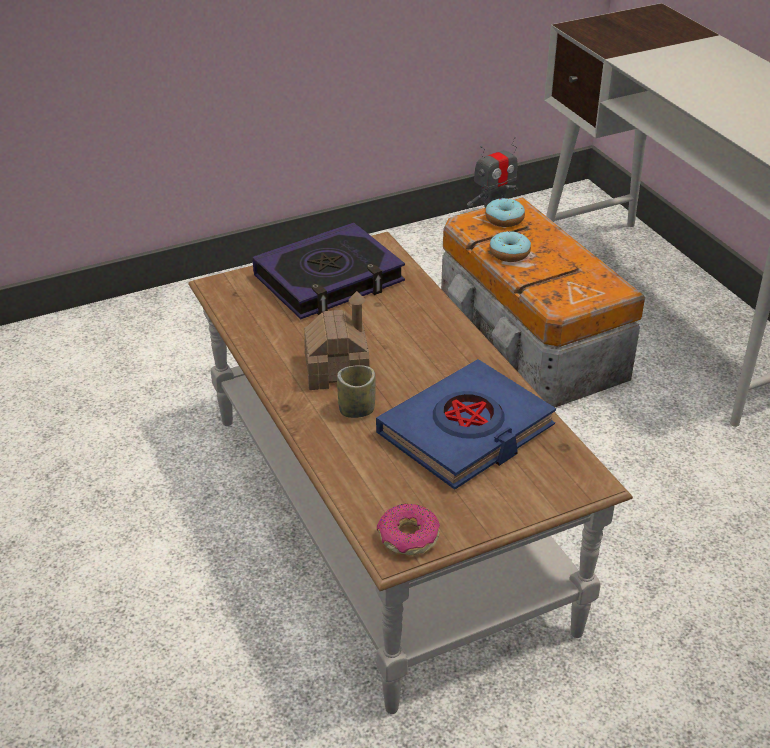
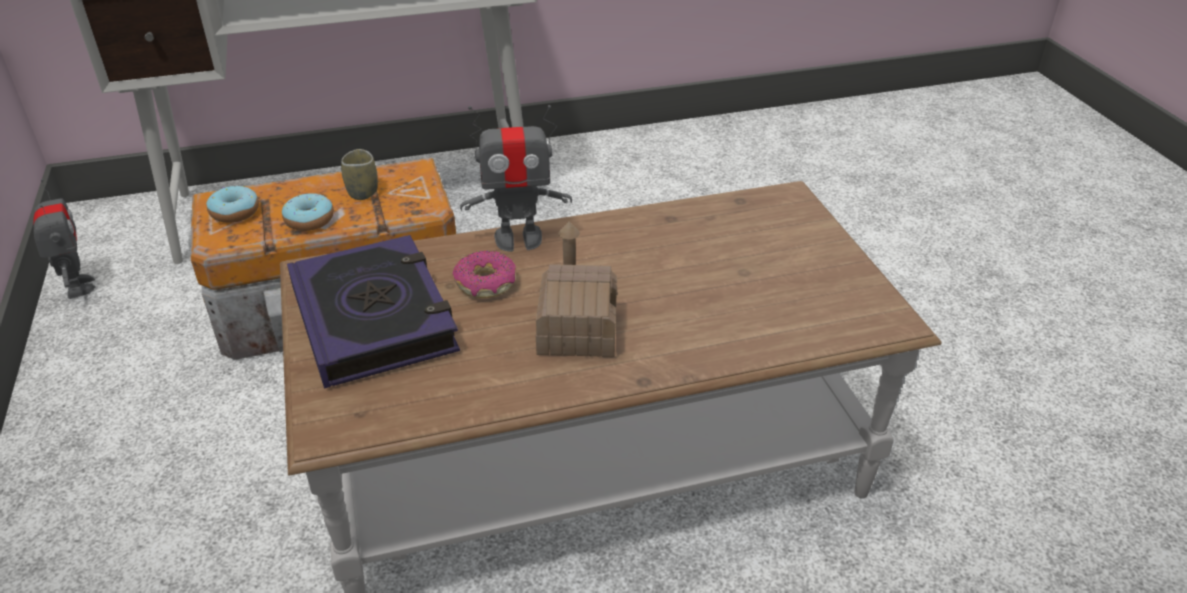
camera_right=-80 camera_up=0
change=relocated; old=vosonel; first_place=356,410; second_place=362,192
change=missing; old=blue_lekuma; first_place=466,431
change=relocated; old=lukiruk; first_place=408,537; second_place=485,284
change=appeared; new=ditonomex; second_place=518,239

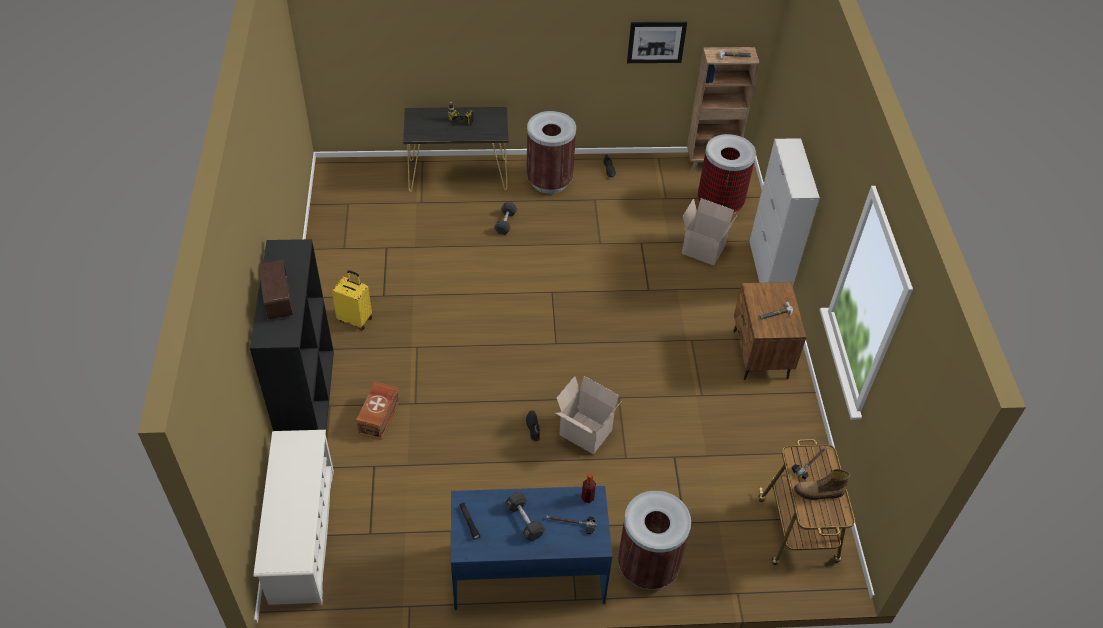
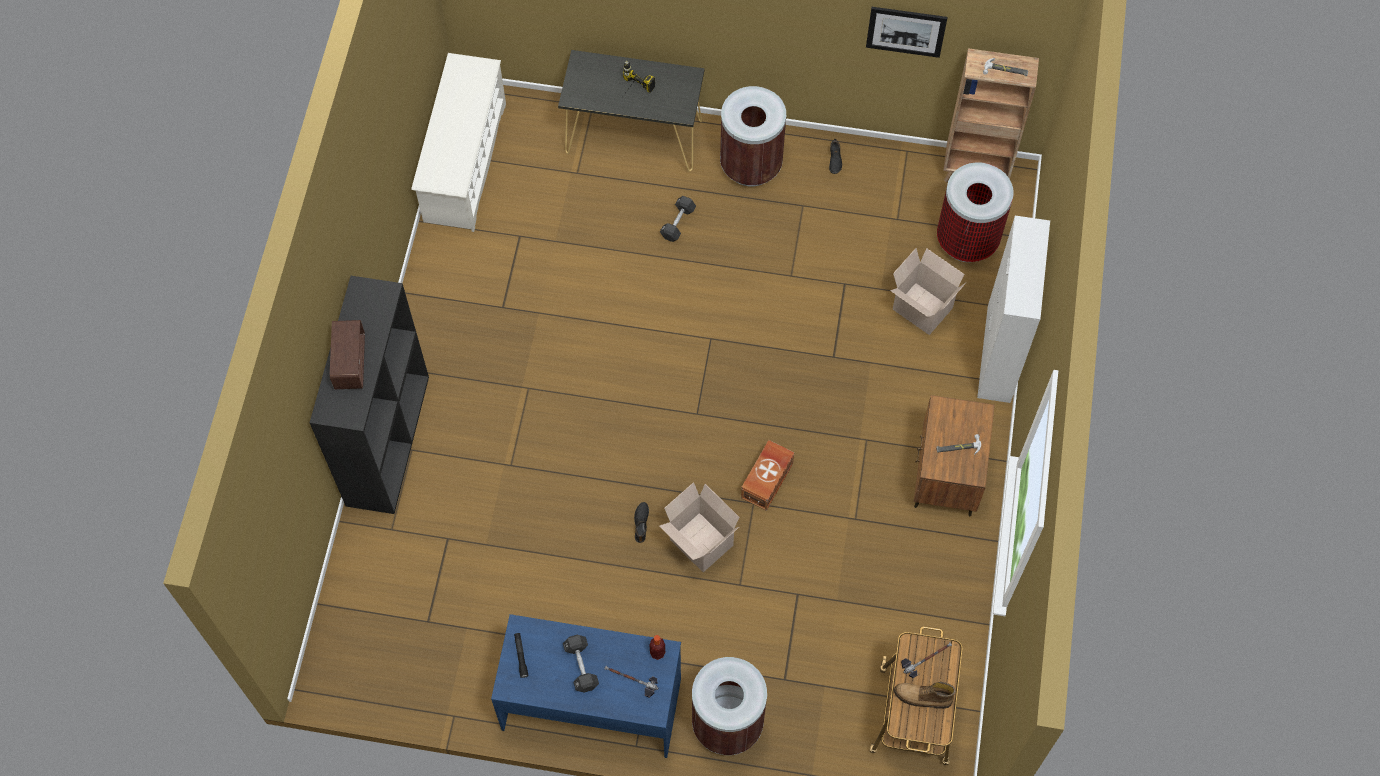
camera_right=15 camera_up=15
change=relocated; old=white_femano; first_place=302,535; second_place=464,163
change=missing; old=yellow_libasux; first_place=355,319
change=relocated; old=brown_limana; first_place=380,417; second_place=768,480

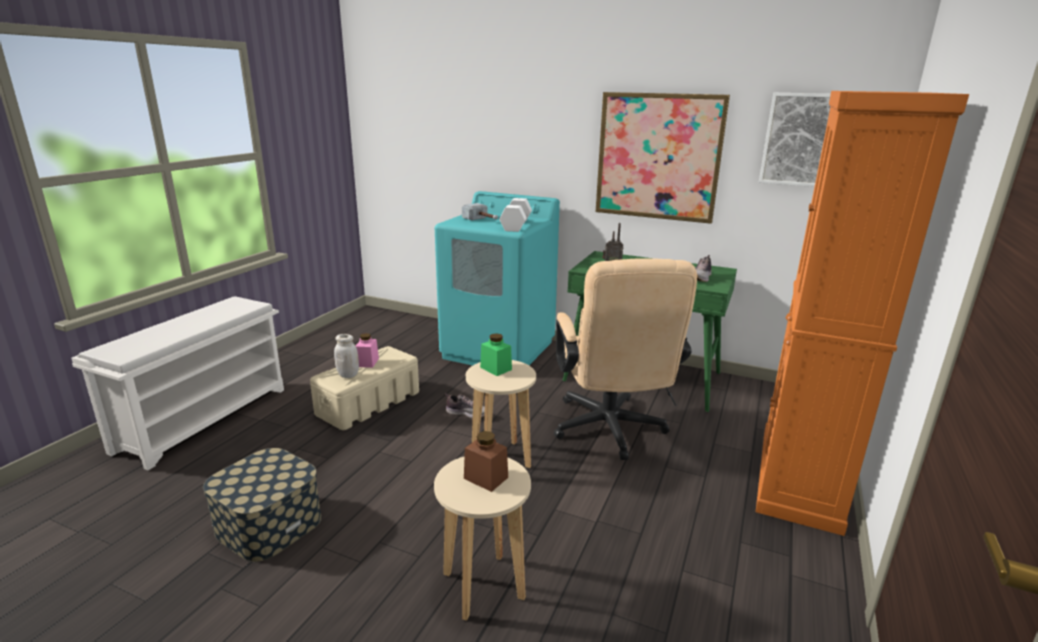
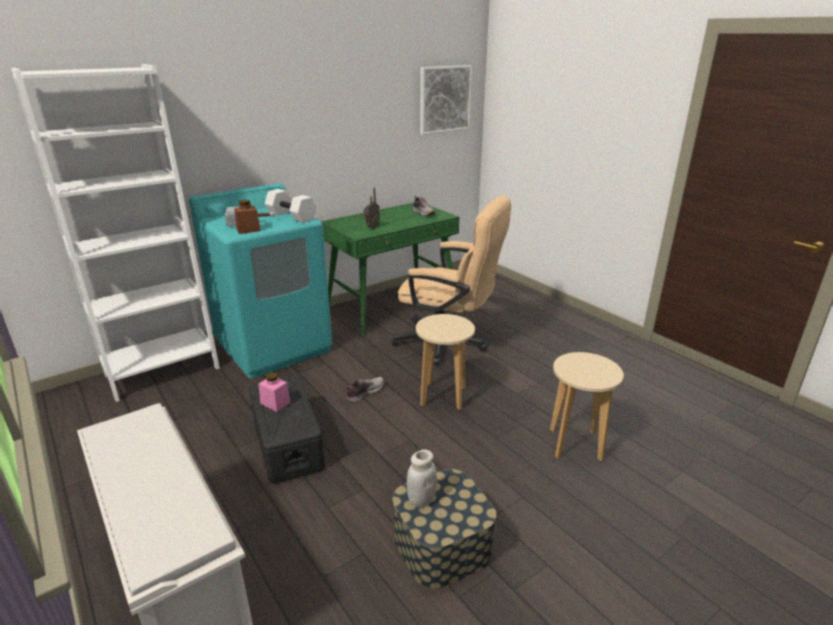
camera_right=-60 camera_up=5
change=colour; old=beige_limana; new=black_limana; first_place=368,404; second_place=287,443
change=relocated; old=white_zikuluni; first_place=348,375; second_place=421,499
change=relocated; old=brown_zikuluni; first_place=486,478; second_place=248,230
change=missing; old=green_zikuluni; first_place=496,368
change=missing; old=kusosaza; first_place=658,157
change=missing; old=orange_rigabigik; first_place=799,478
change=appeared; new=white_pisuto; second_place=162,371

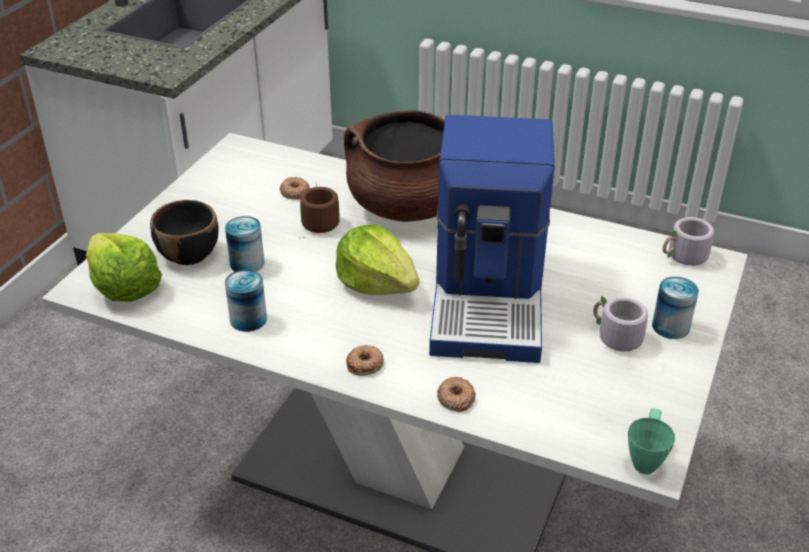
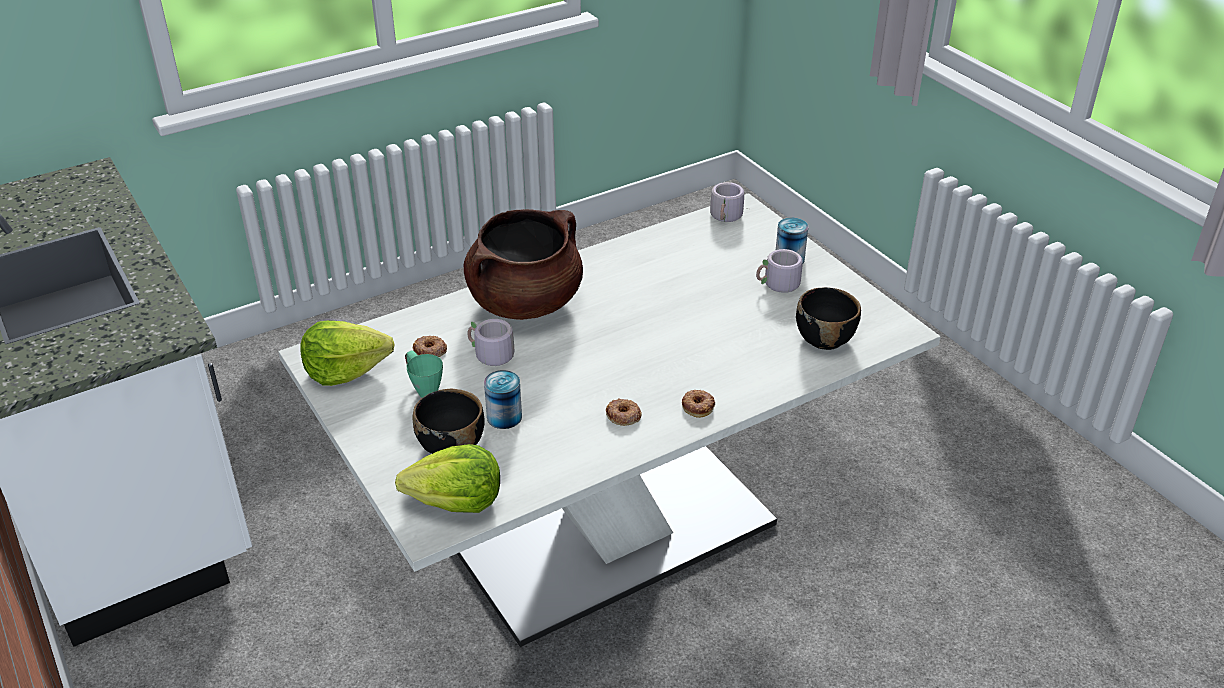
camera_right=-55 camera_up=0
change=missing; old=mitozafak; first_place=248,319
change=colour; old=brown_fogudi; new=grey_fogudi; first_place=317,221; second_place=489,356
change=relocated; old=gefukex; first_place=377,283; second_place=345,369
change=missing; old=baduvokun; first_place=490,297
change=relocated; old=lukiruk; first_place=455,398; second_place=623,415
change=relocated; old=green_fogudi; first_place=646,457; second_place=423,388
change=appeared; new=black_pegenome; second_place=825,338

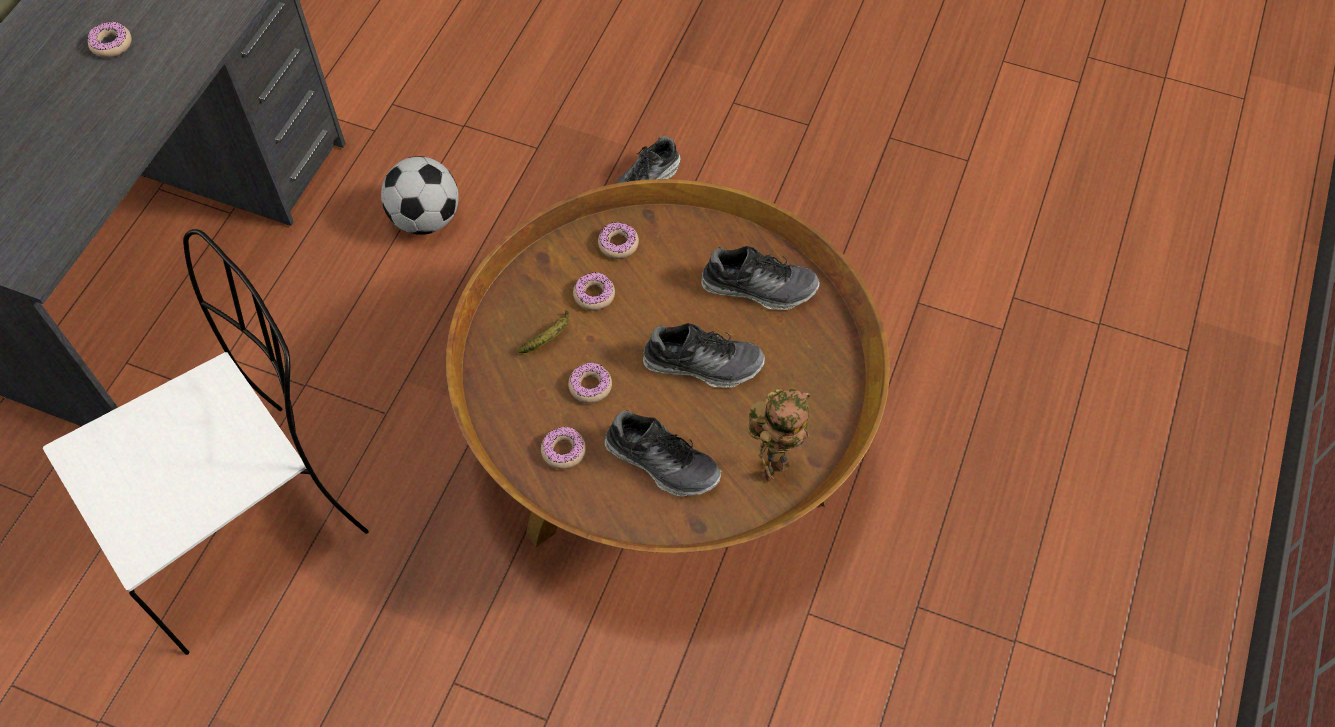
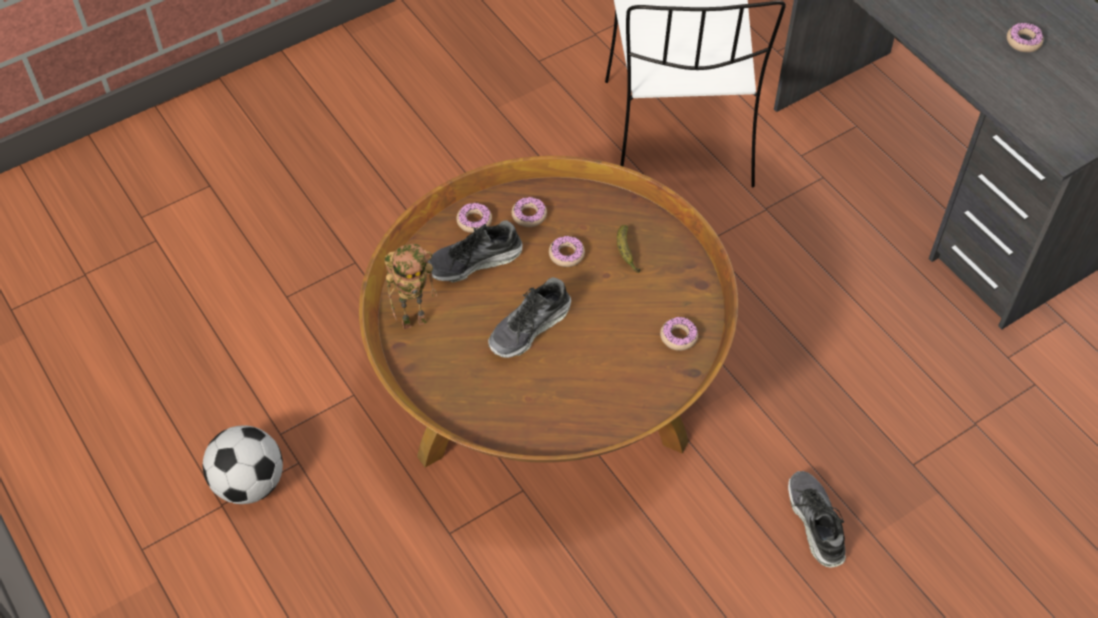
camera_right=125 camera_up=-5
change=relocated; old=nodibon; first_place=425,218; second_place=250,483
change=relocated; old=lukiruk; first_place=594,295; second_place=474,221
change=missing; old=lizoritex; first_place=759,287
change=spun; old=ditonomex; first_place=774,467; second_place=415,320; degrees=-105

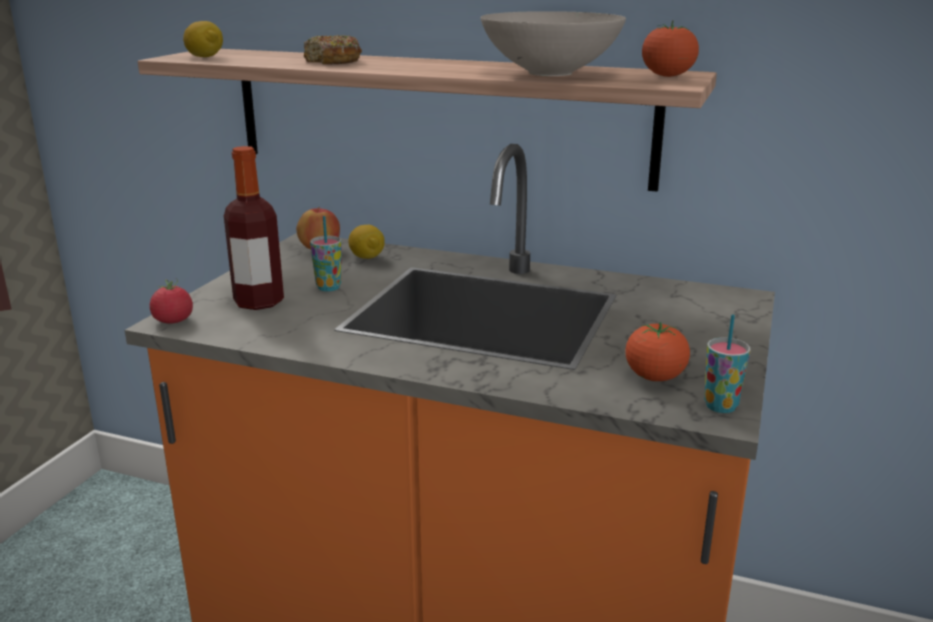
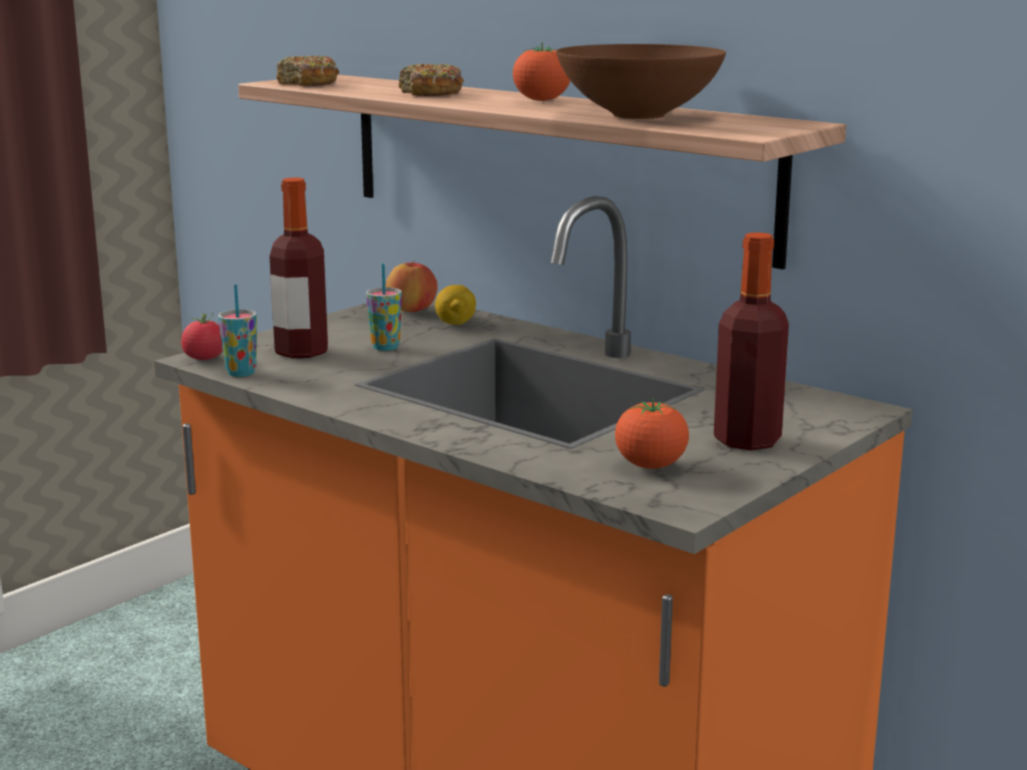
camera_right=20 camera_up=-5
change=exchanged; old=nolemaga; new=lukiruk; first_place=205,57; second_place=308,83
change=colour; old=white_pegenome; new=brown_pegenome; first_place=548,73; second_place=636,115
change=relocated; old=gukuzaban; first_place=667,76; second_place=541,101
change=relocated; old=vosonel; first_place=720,406; second_place=241,373
change=appeared; new=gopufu; second_place=747,440

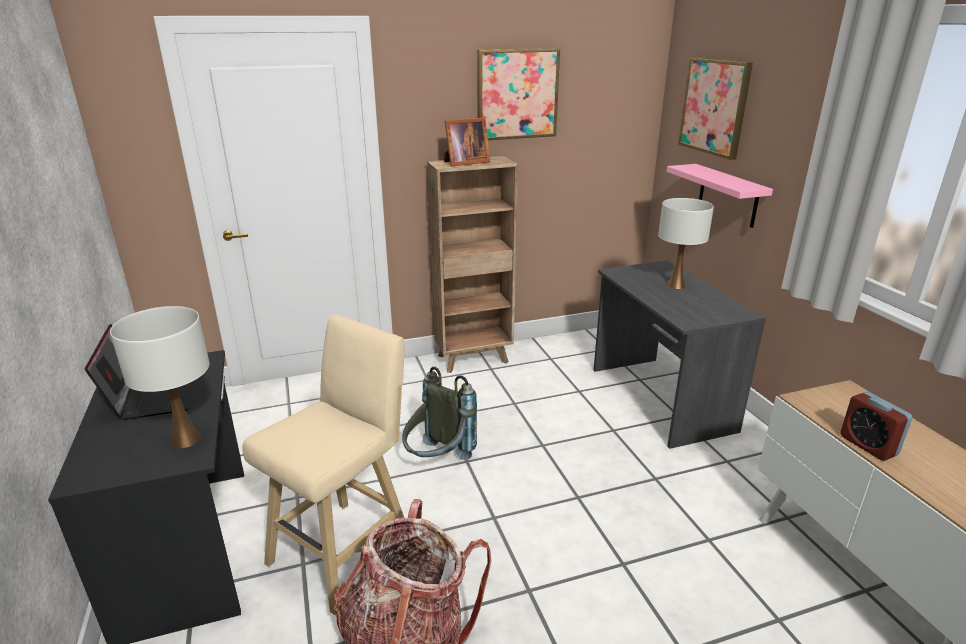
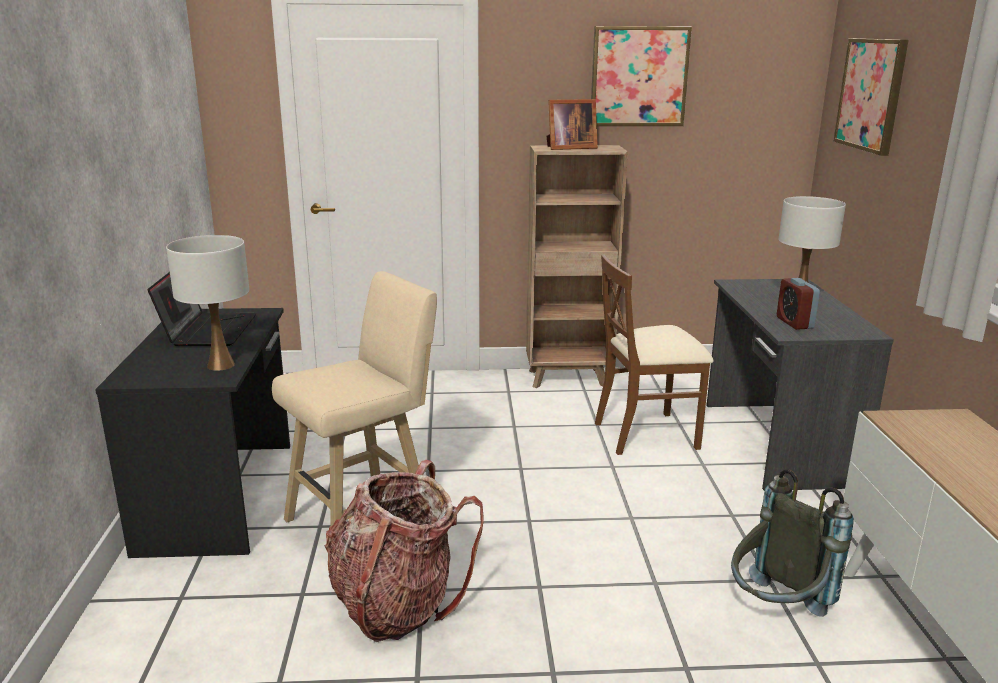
camera_right=15 camera_up=-5
change=relocated; old=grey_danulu; first_place=438,461; second_place=775,611
change=missing; old=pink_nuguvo; first_place=728,195
change=relocated; old=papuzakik; first_place=868,445; second_place=794,323
change=appeared; new=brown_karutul; second_place=646,434

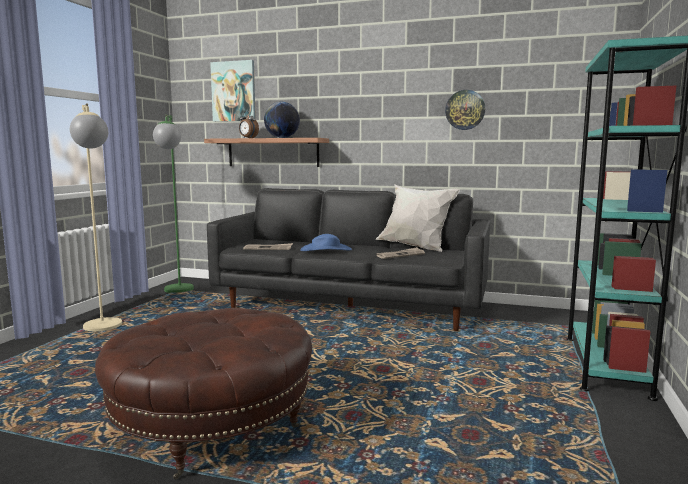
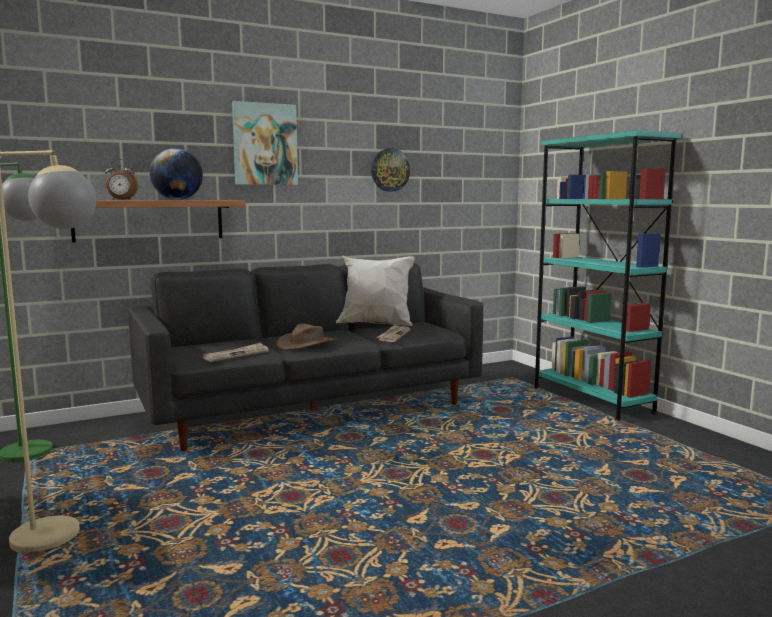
camera_right=-45 camera_up=0
change=missing; old=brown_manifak; first_place=212,425
change=relocated; old=kusosaza; first_place=234,91; second_place=265,144
change=colour; old=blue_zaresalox; new=brown_zaresalox; first_place=326,250; second_place=306,344

